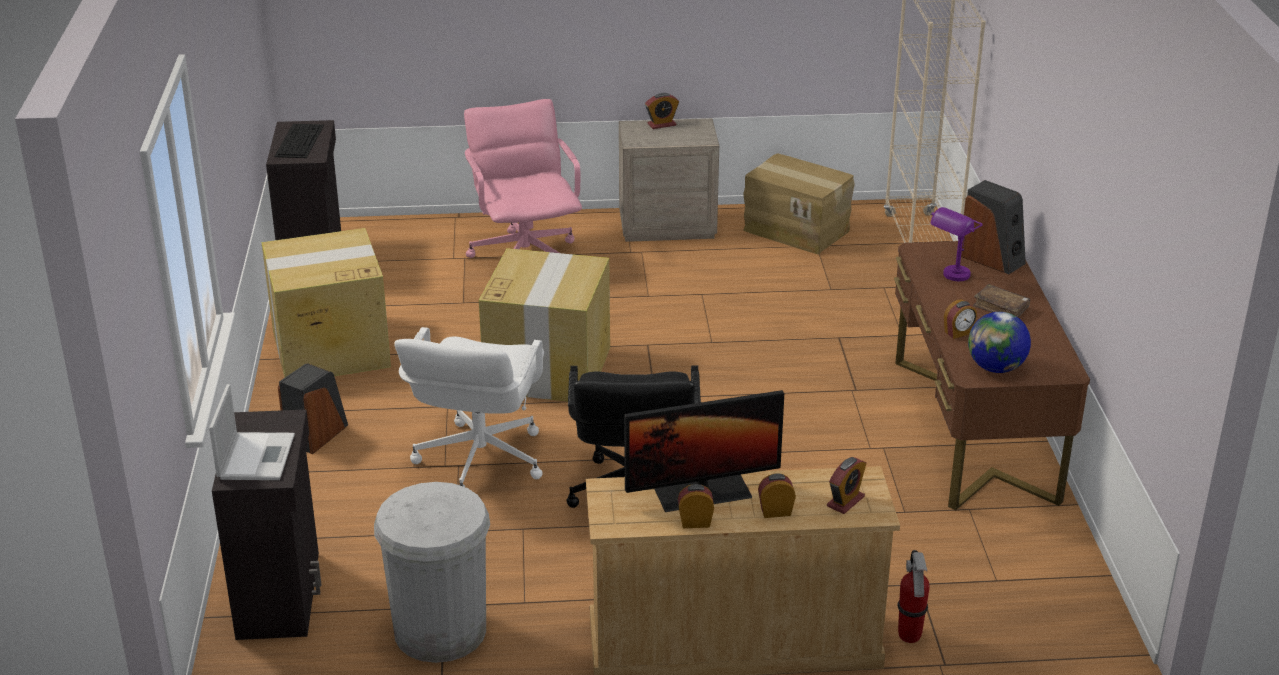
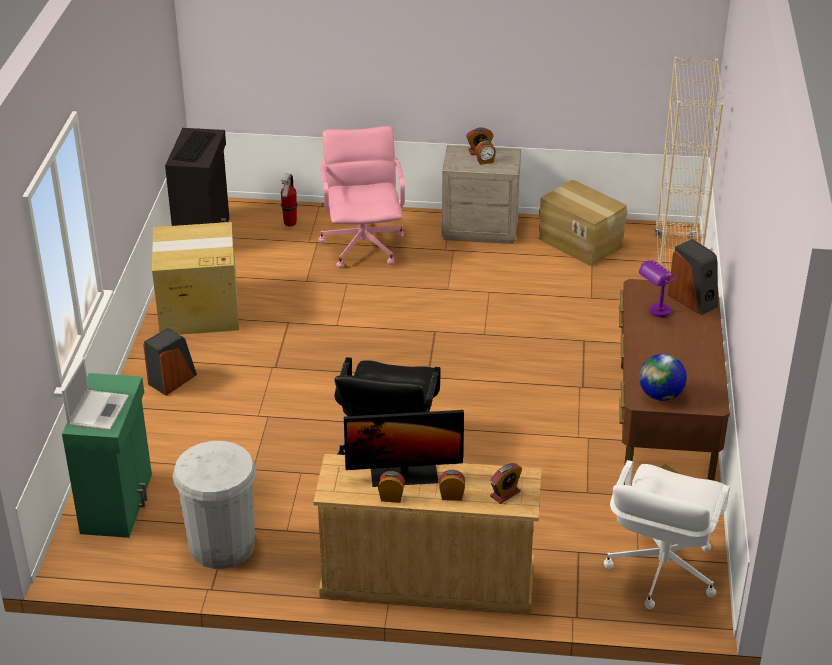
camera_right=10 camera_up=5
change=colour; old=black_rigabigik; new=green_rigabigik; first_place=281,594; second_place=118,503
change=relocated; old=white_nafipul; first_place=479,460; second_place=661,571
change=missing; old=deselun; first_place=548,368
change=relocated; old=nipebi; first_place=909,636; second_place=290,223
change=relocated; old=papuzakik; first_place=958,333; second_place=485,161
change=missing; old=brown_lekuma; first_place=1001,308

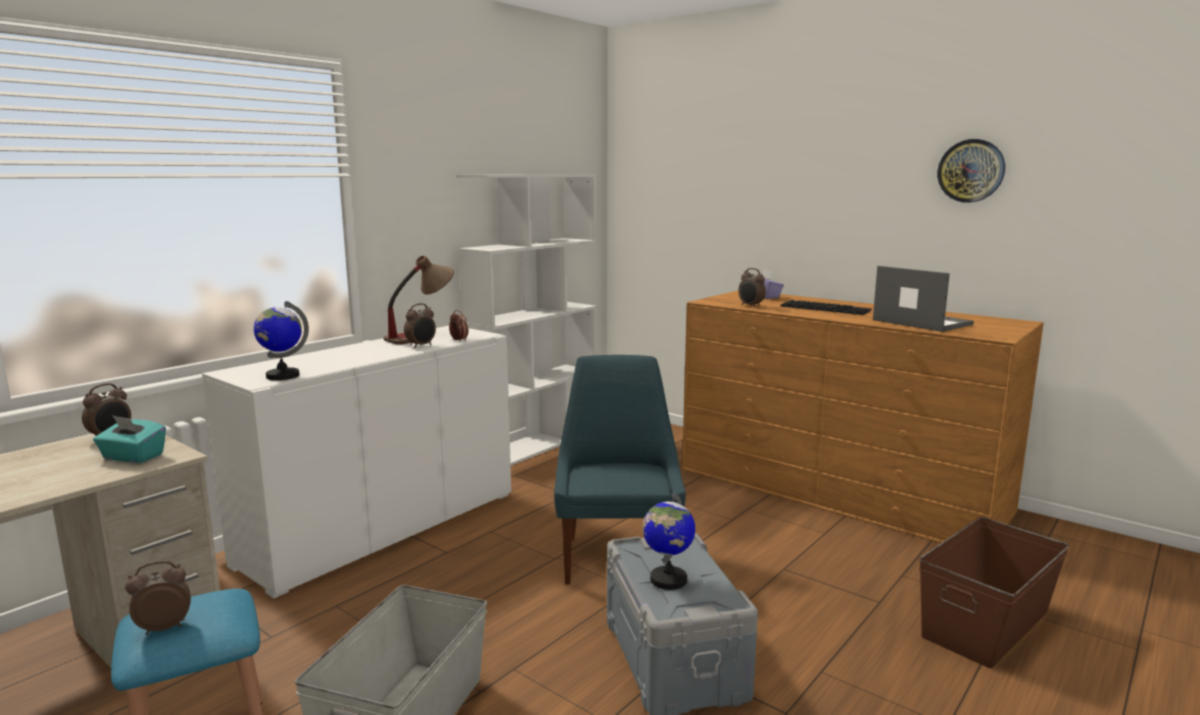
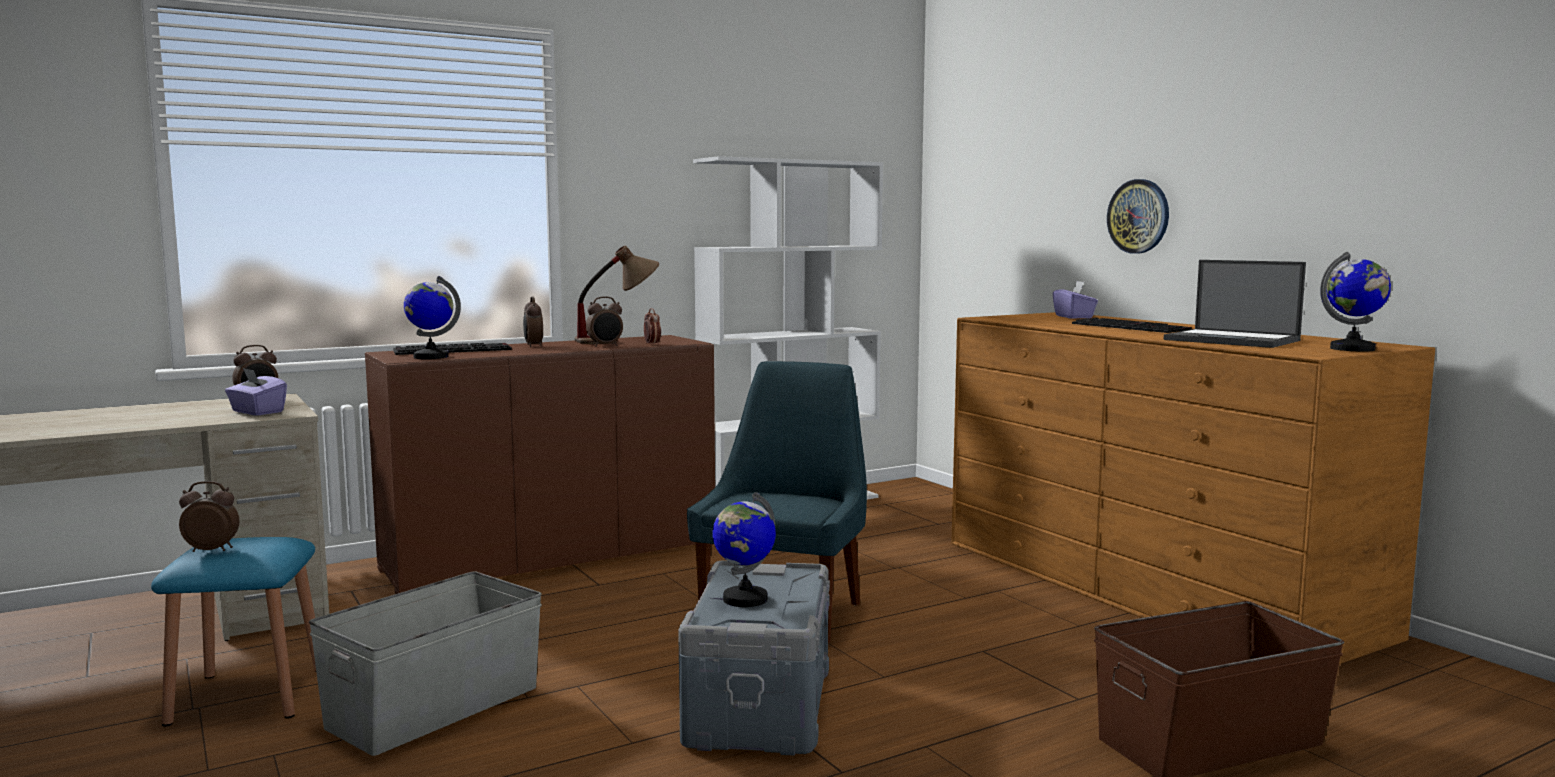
camera_right=20 camera_up=-5
change=colour; old=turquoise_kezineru; new=purple_kezineru; first_place=133,457; second_place=257,412
change=colour; old=white_rigabigik; new=brown_rigabigik; first_place=383,528; second_place=552,556
change=relocated; old=papuzakik; first_place=750,306; second_place=533,346
change=spun; old=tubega; first_place=920,322; second_place=1233,340; degrees=150
change=relocated; old=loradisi; first_place=971,171; second_place=1138,216
change=appeared; new=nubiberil; second_place=454,350
change=appeared; new=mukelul; second_place=1353,349

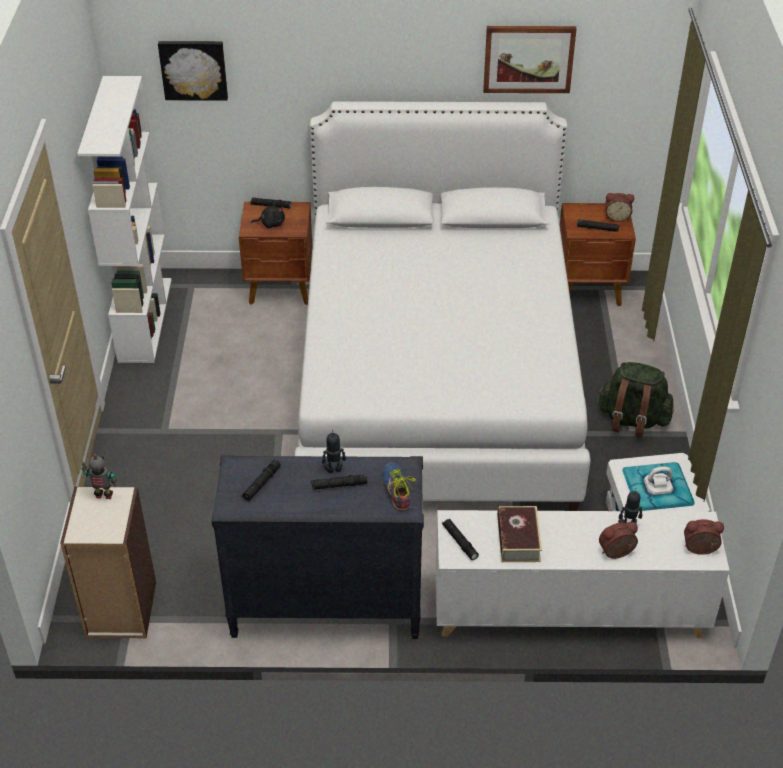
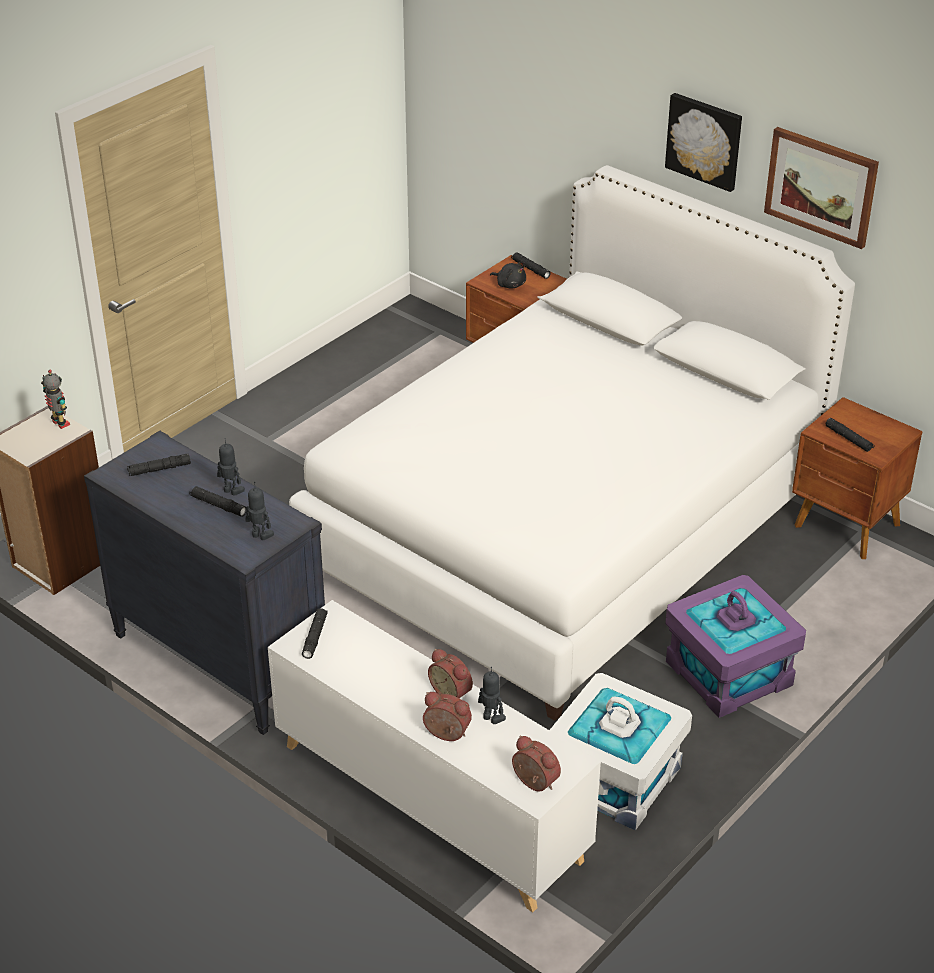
camera_right=40 camera_up=-5
change=missing; old=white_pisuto; first_place=144,319
change=relocated; old=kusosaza; first_place=193,69; second_place=705,140
change=exchanged; old=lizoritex; new=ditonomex; first_place=396,489; second_place=260,536
change=missing; old=lekuma; first_place=518,539
change=exchanged; old=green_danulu; new=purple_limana; first_place=632,420; second_place=728,673
change=relocated; old=papuzakik; first_place=617,217; second_place=452,692

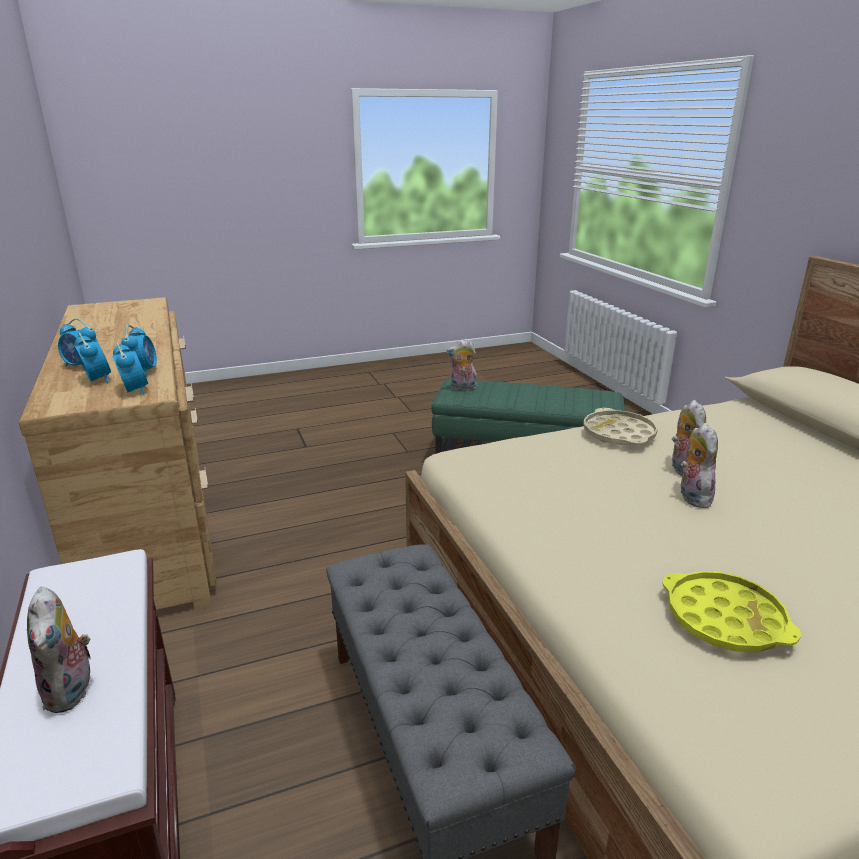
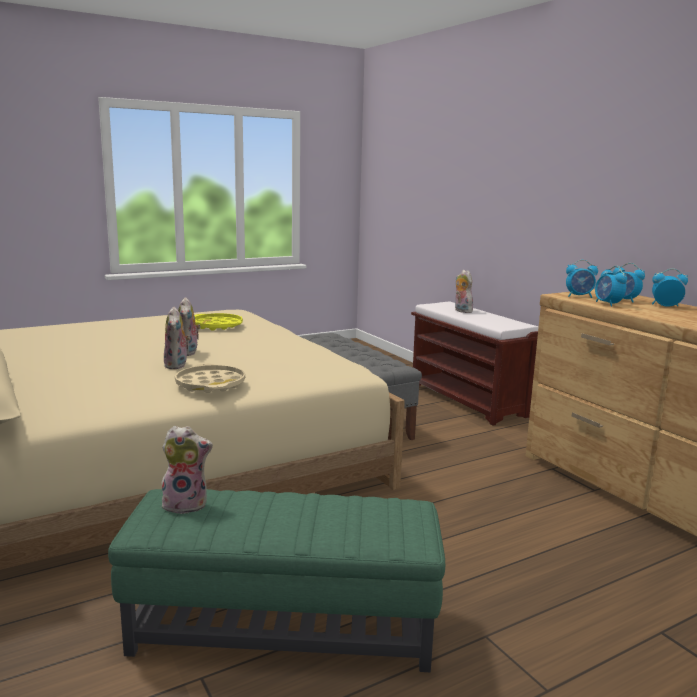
camera_right=170 camera_up=-10
change=spun; old=papuzakik; first_place=134,391; second_place=579,296; degrees=-45
change=relocated; old=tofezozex; first_place=462,388; second_place=186,504

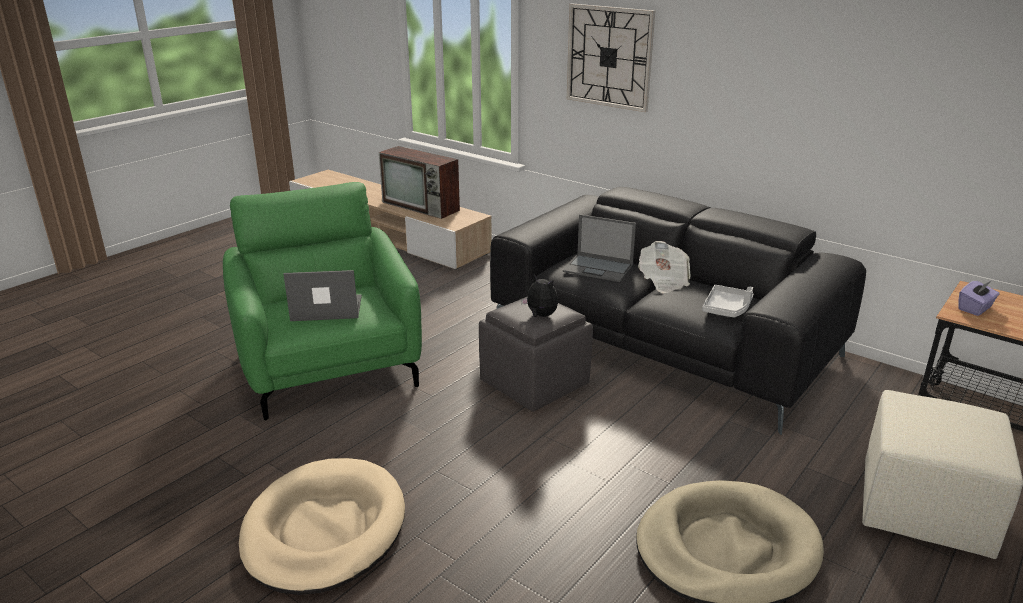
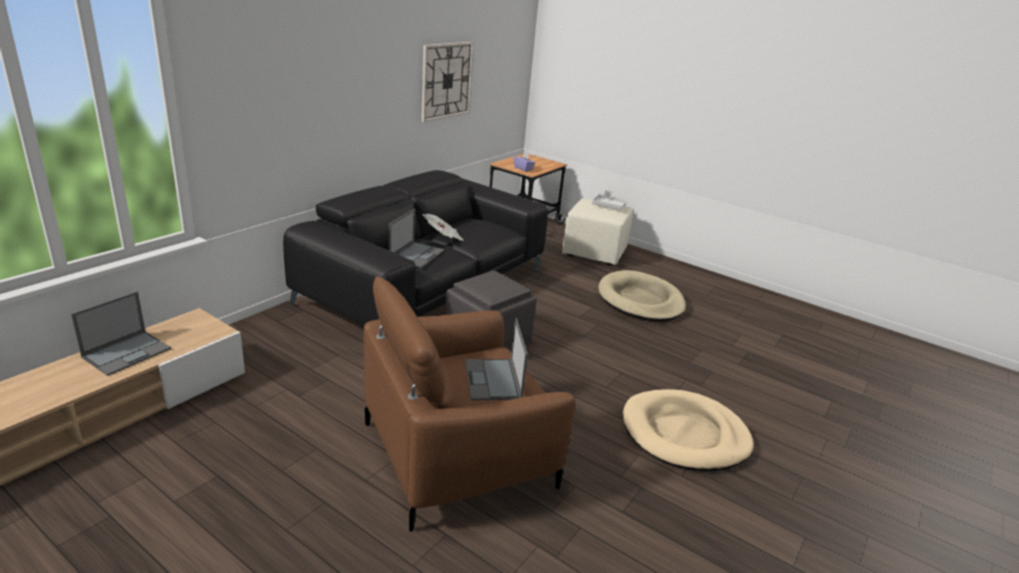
camera_right=-95 camera_up=0
change=colour; old=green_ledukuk; new=brown_ledukuk; first_place=330,367; second_place=459,454
change=exchanged; old=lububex; new=tubega; first_place=422,206; second_place=127,352
change=missing; old=tofezozex; first_place=540,316
change=relocated; old=loradisi; first_place=609,57; second_place=446,81
change=relocated; old=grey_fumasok; first_place=727,308; second_place=608,206

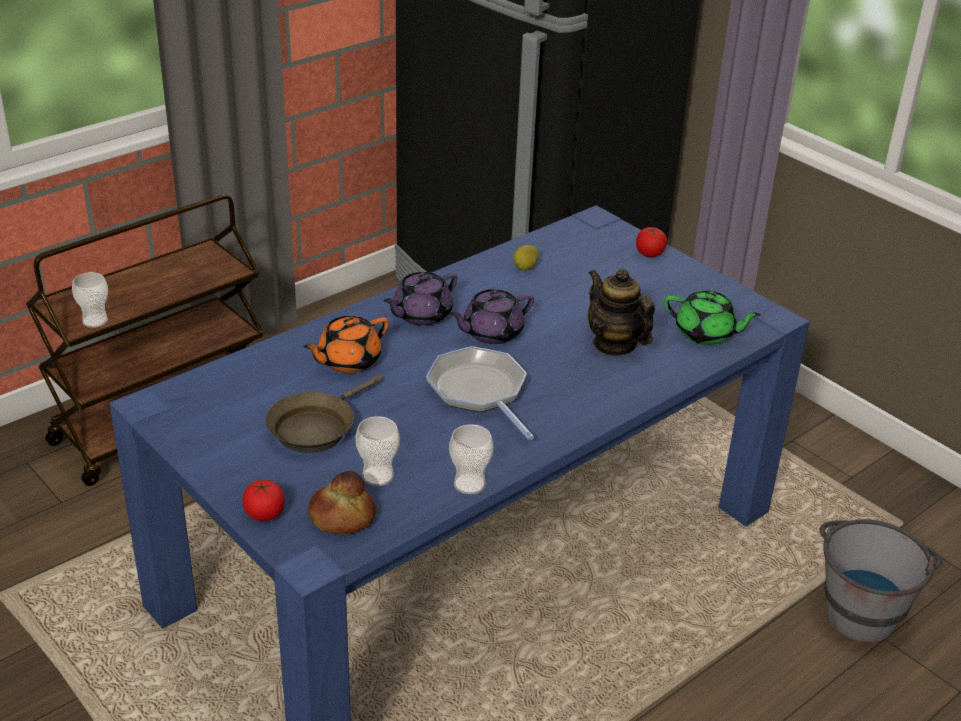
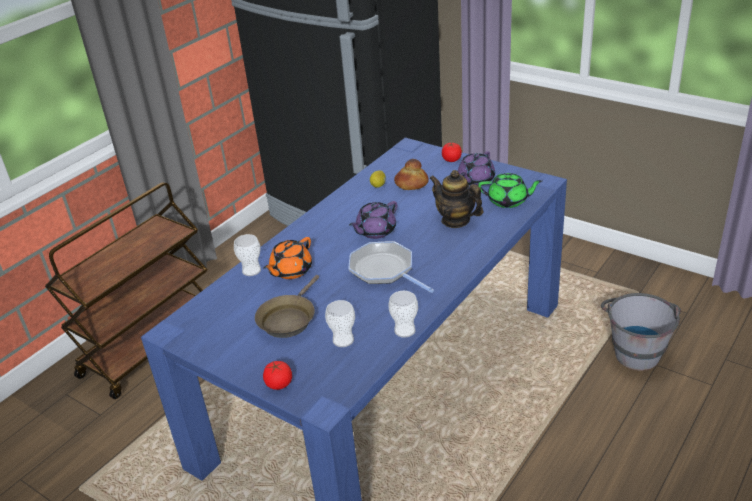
camera_right=-10 camera_up=0
change=relocated; old=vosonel; first_place=95,321; second_place=251,270
change=relocated; old=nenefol; first_place=342,517; second_place=411,184
change=relocated; old=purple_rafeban; first_place=421,315; second_place=475,180

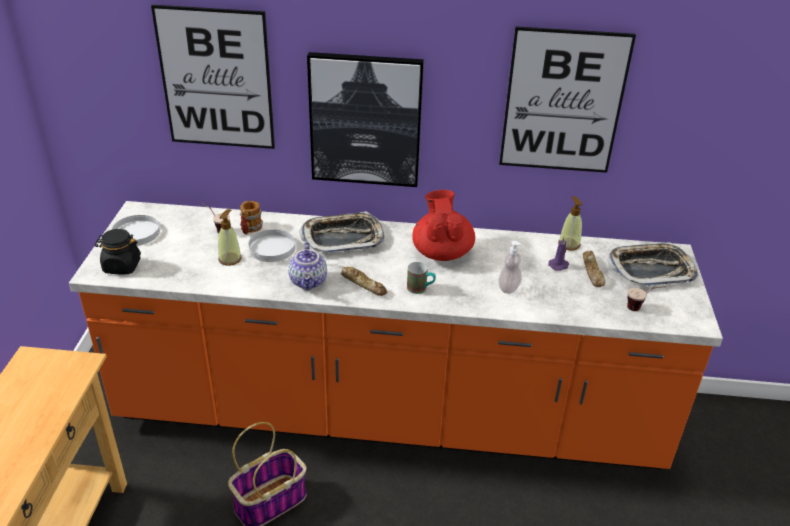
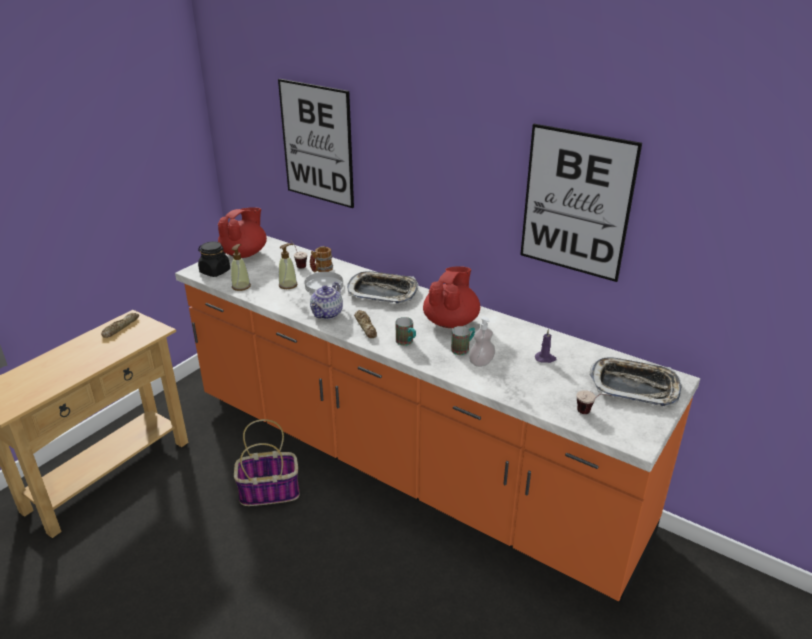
camera_right=30 camera_up=-5
change=exchanged; old=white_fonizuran; new=red_rafeban; first_place=137,233; second_place=245,253
change=missing; old=kusosaza; first_place=365,120
change=relocated; old=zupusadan; first_place=569,244; second_place=241,286
change=relocated; old=nenefol; first_place=592,272; second_place=120,327
change=appeared; new=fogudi; second_place=463,349

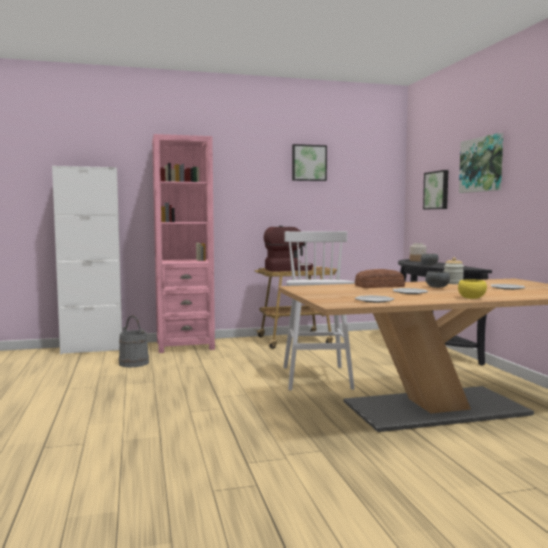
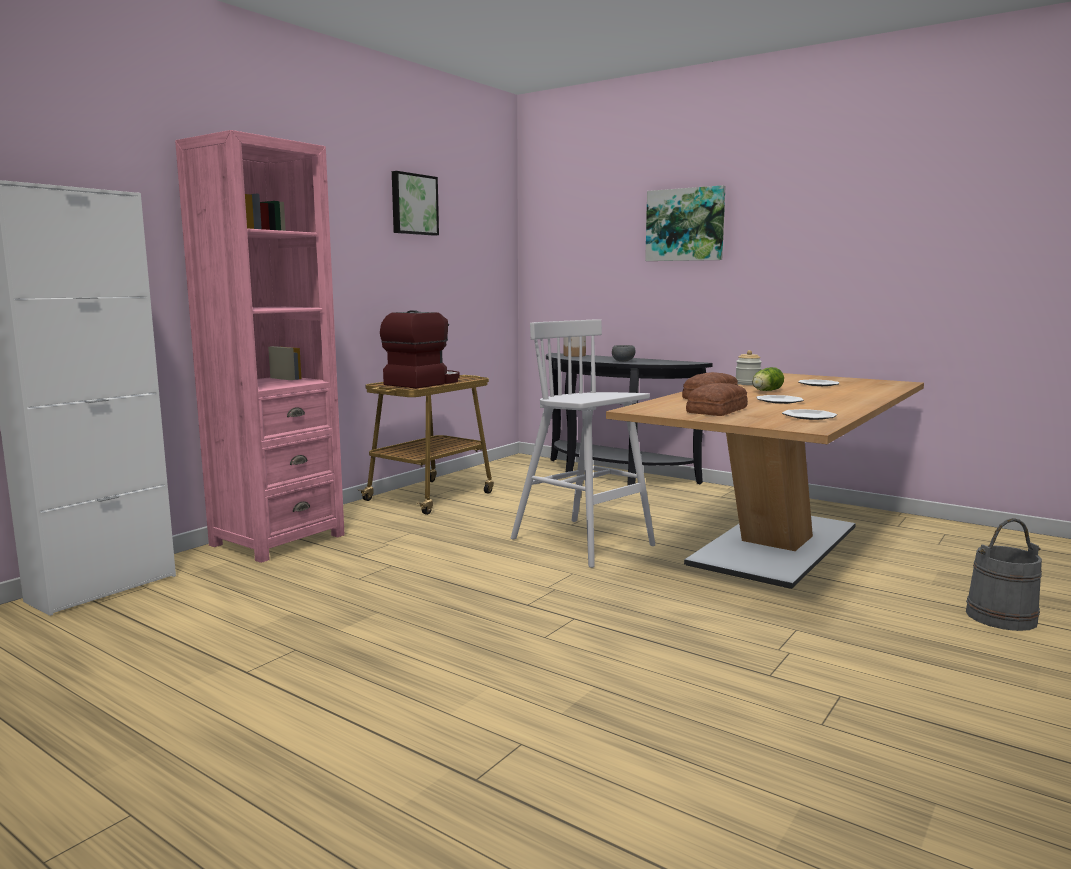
camera_right=-40 camera_up=5
change=relocated; old=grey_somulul; first_place=133,363; second_place=1001,617
change=missing; old=kusosaza; first_place=437,190
change=exchanged; old=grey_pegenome; new=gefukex; first_place=438,287; second_place=765,391
change=missing; old=yellow_pegenome; first_place=472,298
change=appeared; new=nenefol; second_place=718,410

